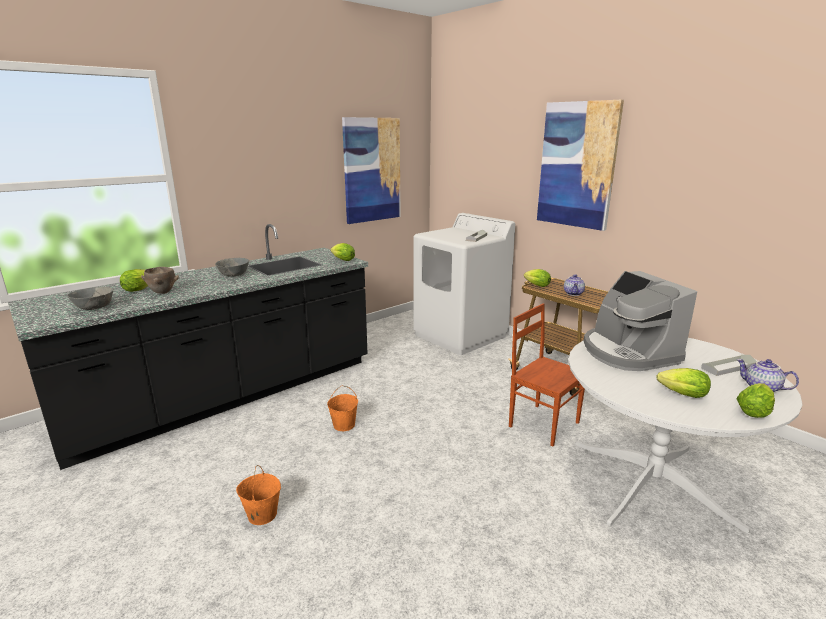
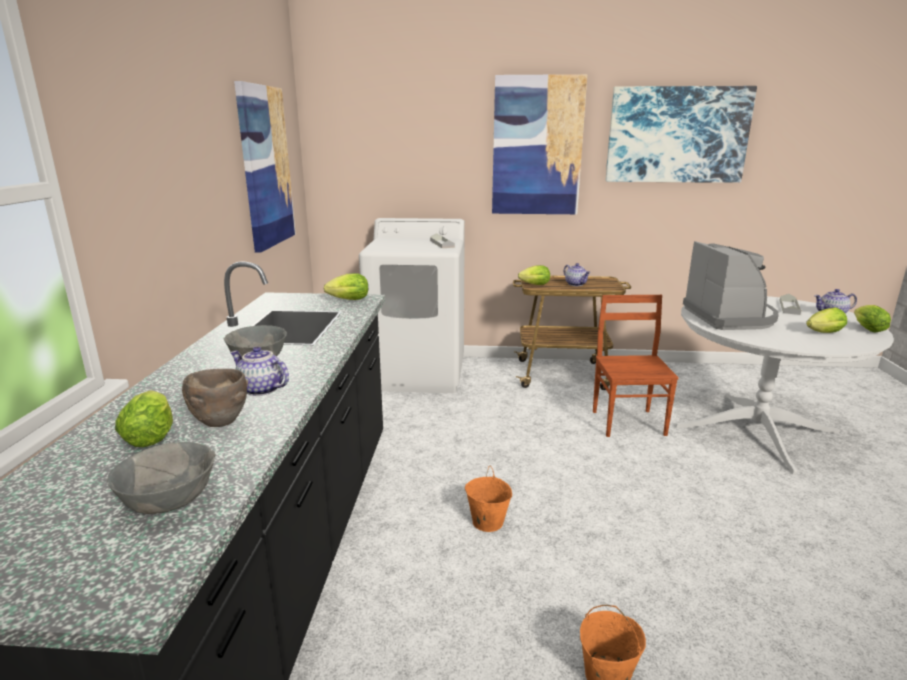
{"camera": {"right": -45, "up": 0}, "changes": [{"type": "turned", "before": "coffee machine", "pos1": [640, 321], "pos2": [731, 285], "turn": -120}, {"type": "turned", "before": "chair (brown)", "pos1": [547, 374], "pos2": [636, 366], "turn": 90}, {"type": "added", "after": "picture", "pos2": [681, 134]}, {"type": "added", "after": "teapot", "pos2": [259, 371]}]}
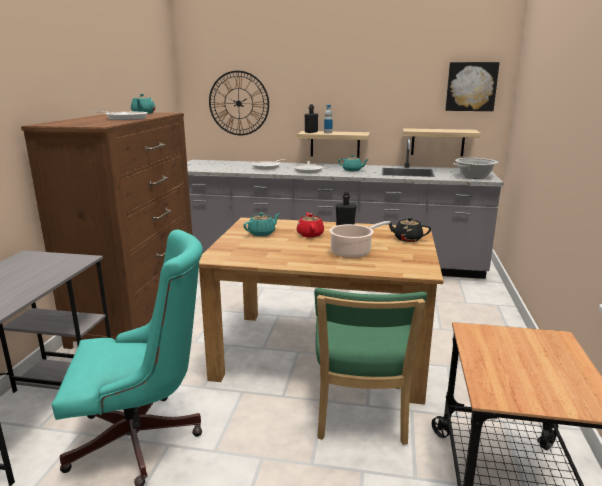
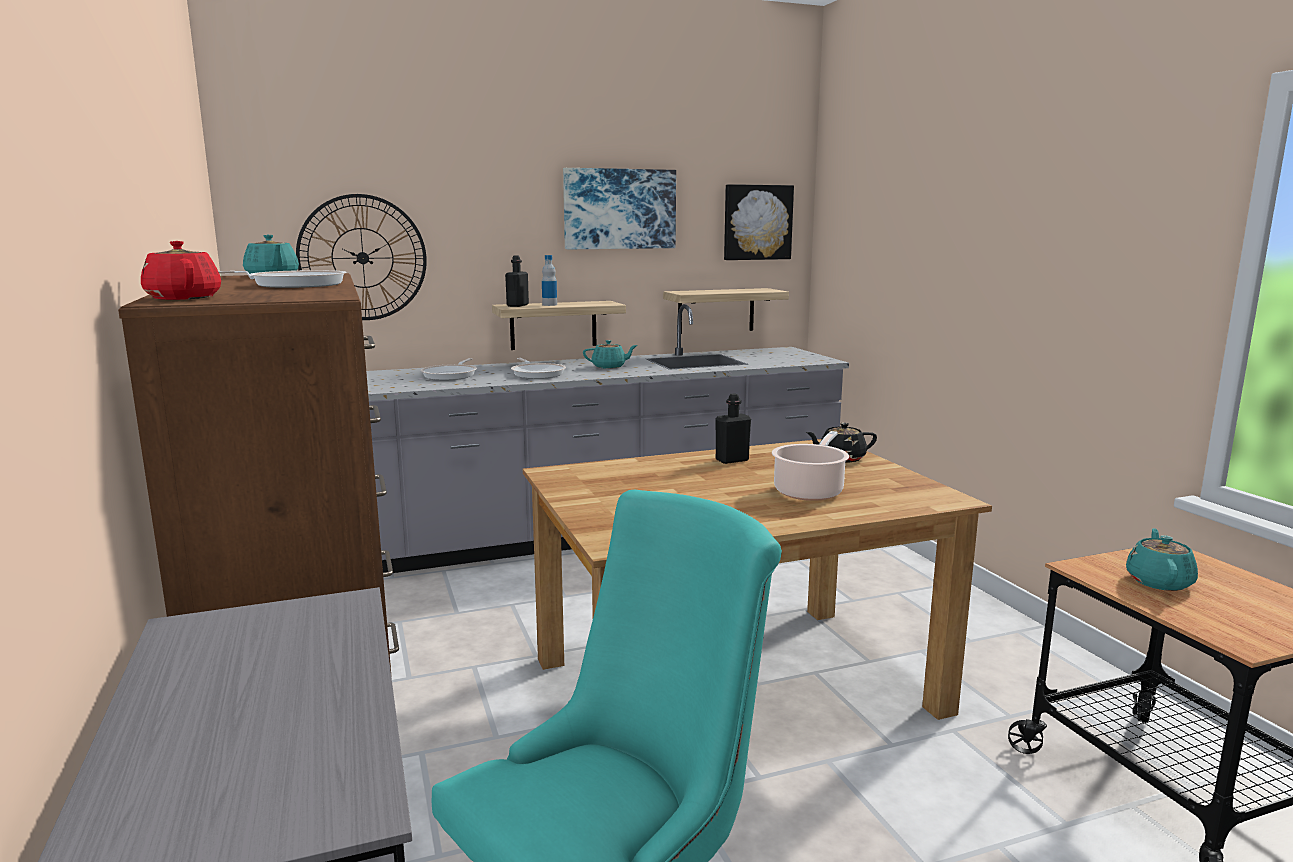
{"camera": {"right": -30, "up": -5}, "changes": [{"type": "removed", "before": "cooking pot", "pos1": [476, 168]}, {"type": "moved", "before": "teapot (red)", "pos1": [310, 225], "pos2": [181, 270]}, {"type": "moved", "before": "teapot (turquoise)", "pos1": [261, 224], "pos2": [1162, 559]}, {"type": "removed", "before": "chair (green)", "pos1": [370, 366]}, {"type": "added", "after": "picture", "pos2": [619, 208]}]}
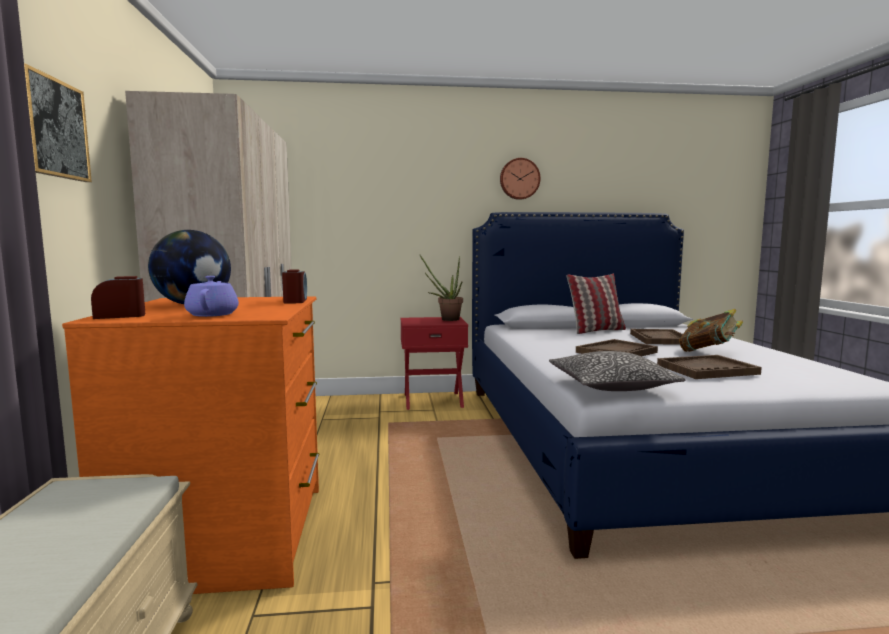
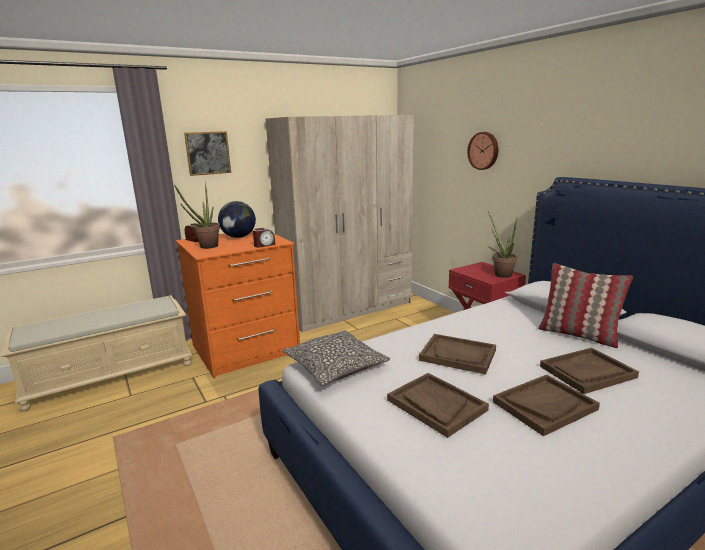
{"camera": {"right": 65, "up": 10}, "changes": [{"type": "moved", "before": "wall clock", "pos1": [520, 179], "pos2": [482, 151]}, {"type": "replaced", "before": "teapot (purple)", "after": "potted plant", "pos1": [211, 296], "pos2": [197, 215]}, {"type": "replaced", "before": "book", "after": "tray (brown)", "pos1": [711, 330], "pos2": [546, 405]}]}
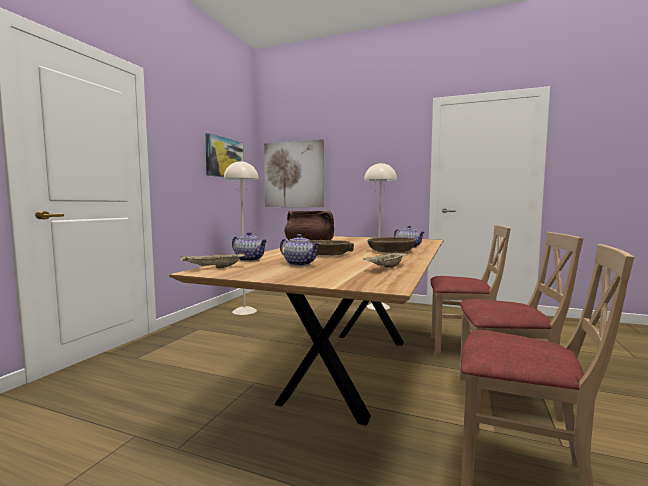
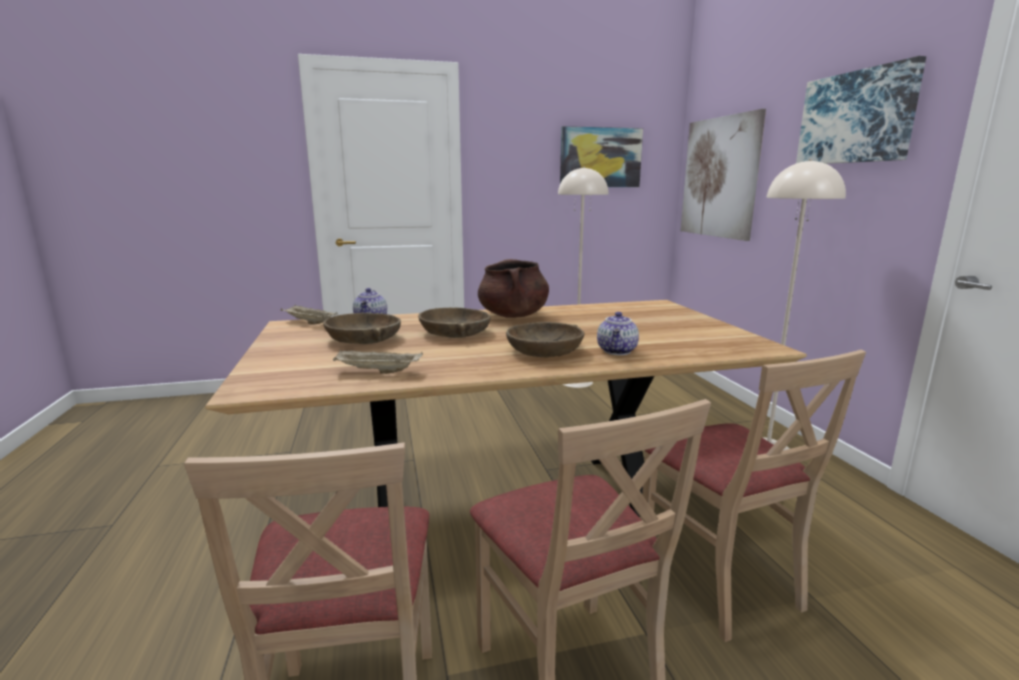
{"camera": {"right": 55, "up": 10}, "changes": [{"type": "replaced", "before": "teapot", "after": "bowl (brown)", "pos1": [300, 250], "pos2": [362, 328]}, {"type": "added", "after": "picture", "pos2": [861, 110]}]}
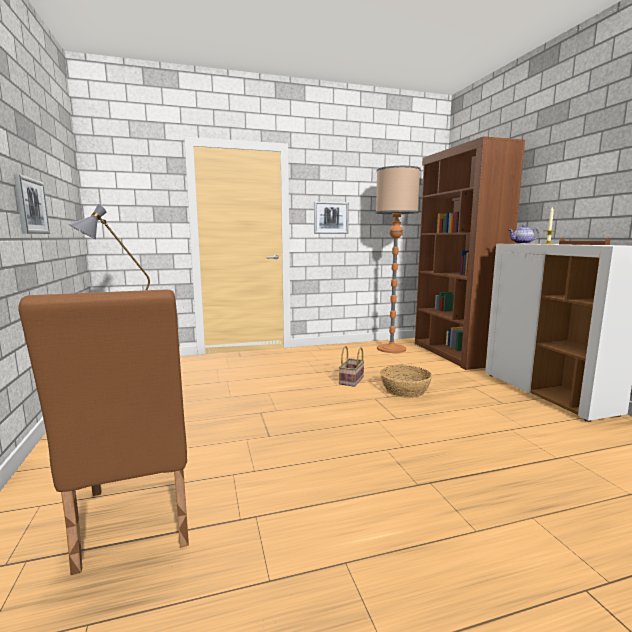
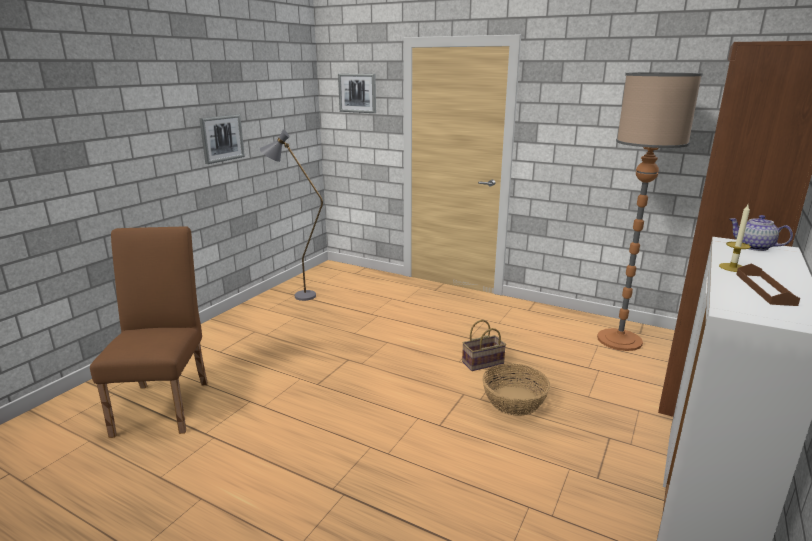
{"camera": {"right": 45, "up": 10}, "changes": [{"type": "moved", "before": "picture", "pos1": [331, 218], "pos2": [357, 93]}, {"type": "turned", "before": "chair (brown)", "pos1": [103, 432], "pos2": [149, 332], "turn": 150}]}
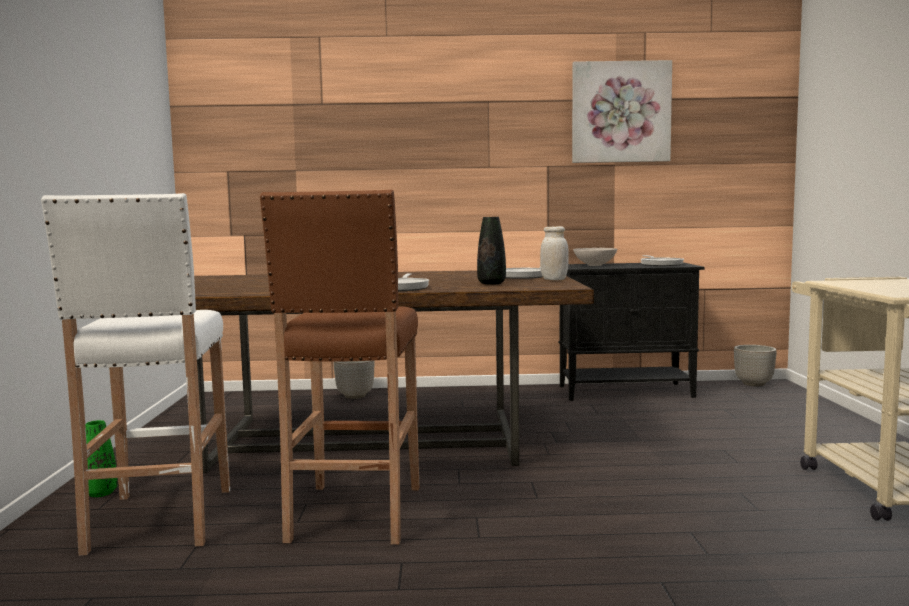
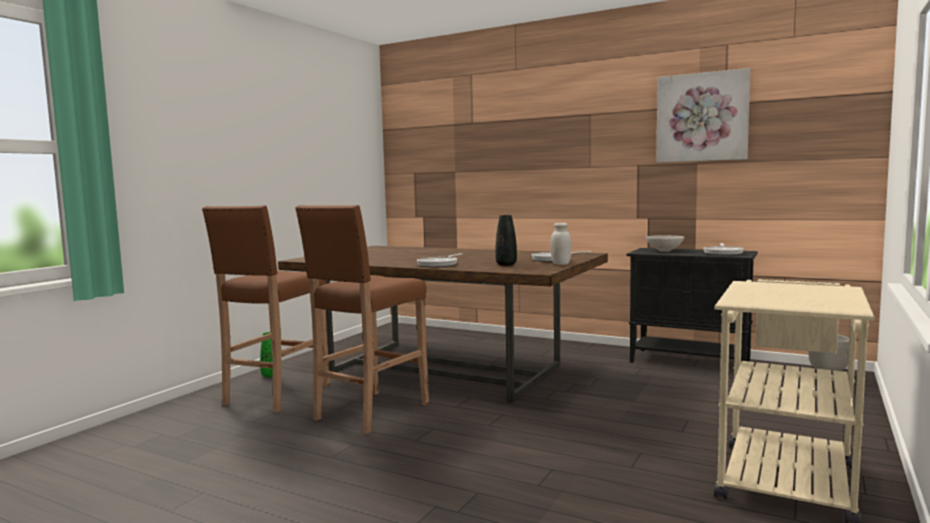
{"camera": {"right": 30, "up": 0}, "changes": [{"type": "recoloured", "before": "stool (white)", "after": "stool (brown)", "pos1": [135, 374], "pos2": [266, 309]}, {"type": "removed", "before": "planter", "pos1": [353, 379]}]}
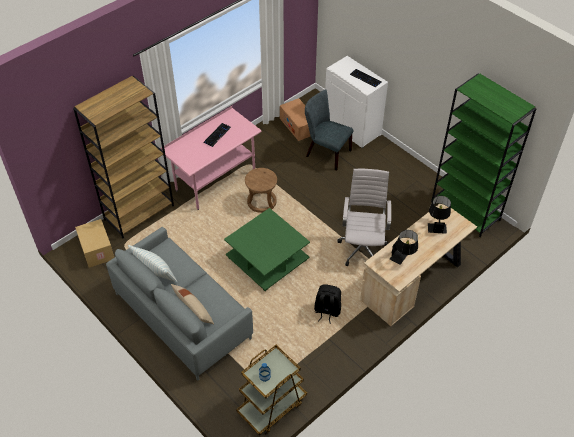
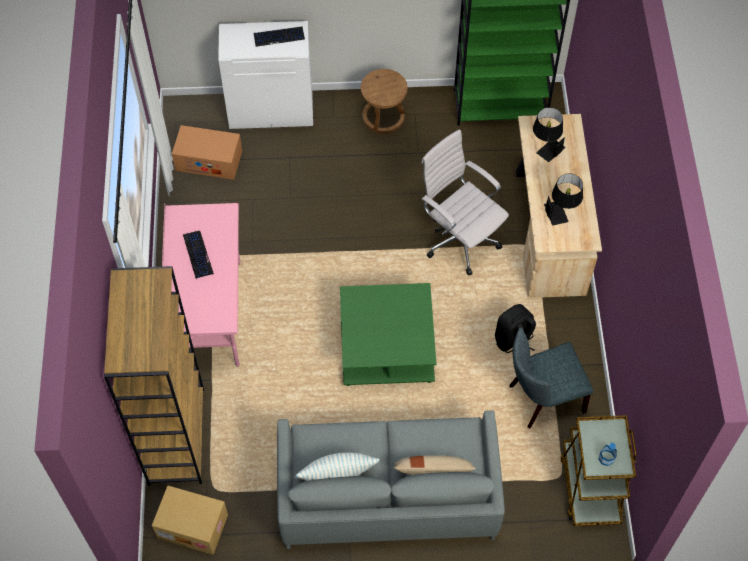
{"camera": {"right": -50, "up": 10}, "changes": [{"type": "moved", "before": "chair (grey)", "pos1": [329, 130], "pos2": [551, 378]}, {"type": "moved", "before": "stool (brown)", "pos1": [261, 190], "pos2": [384, 101]}]}
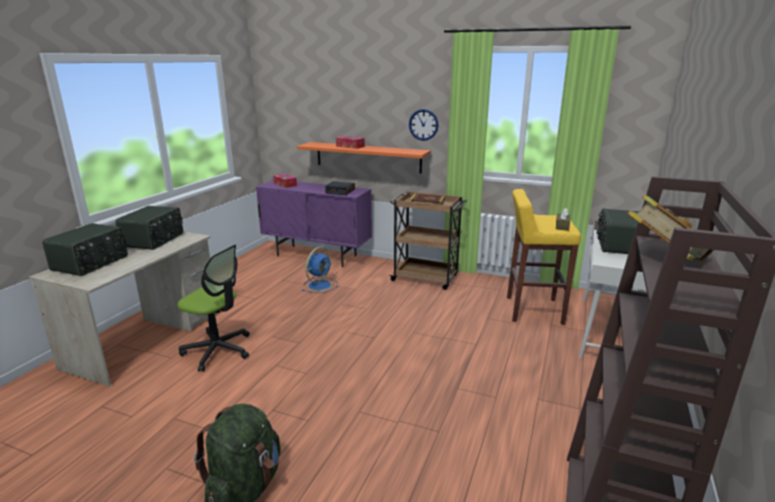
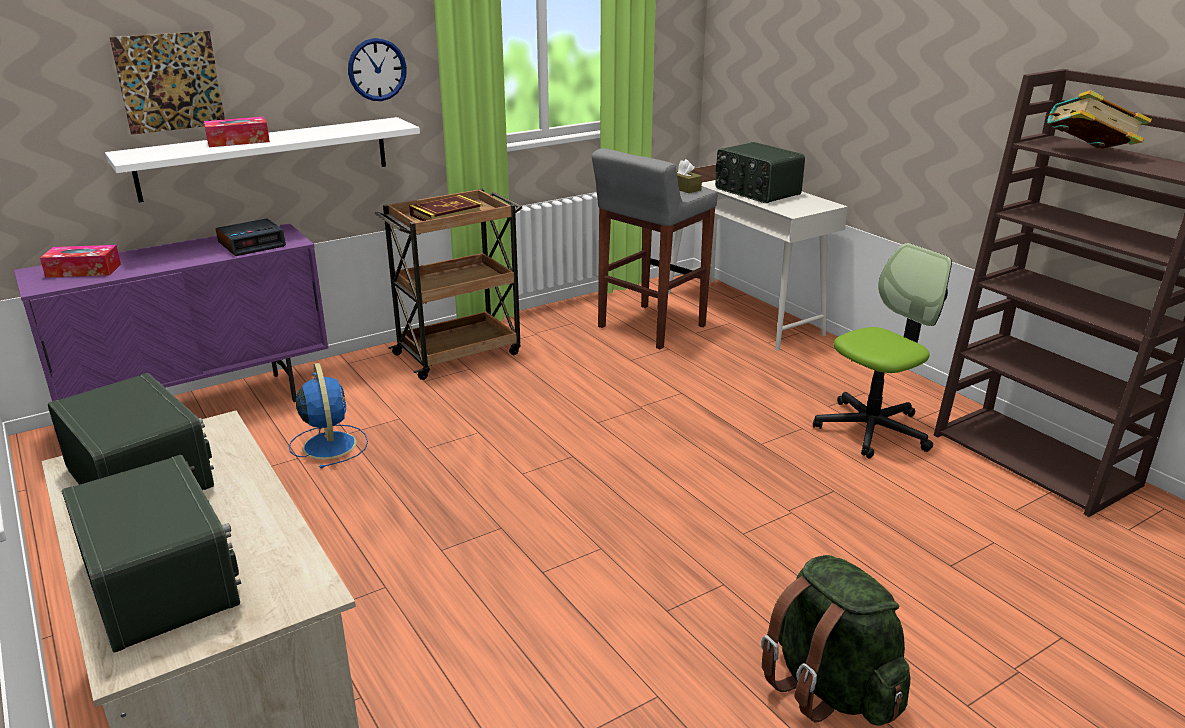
{"camera": {"right": -55, "up": 5}, "changes": [{"type": "recoloured", "before": "shelf (orange)", "after": "shelf (white)", "pos1": [364, 158], "pos2": [262, 160]}, {"type": "recoloured", "before": "stool (yellow)", "after": "stool (grey)", "pos1": [544, 257], "pos2": [654, 248]}, {"type": "moved", "before": "office chair", "pos1": [213, 308], "pos2": [882, 351]}, {"type": "added", "after": "picture", "pos2": [167, 83]}]}
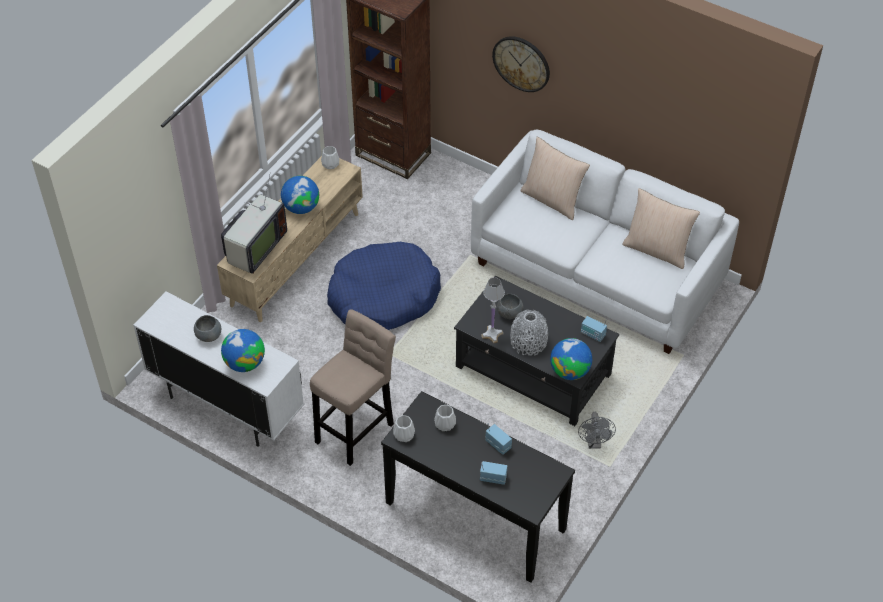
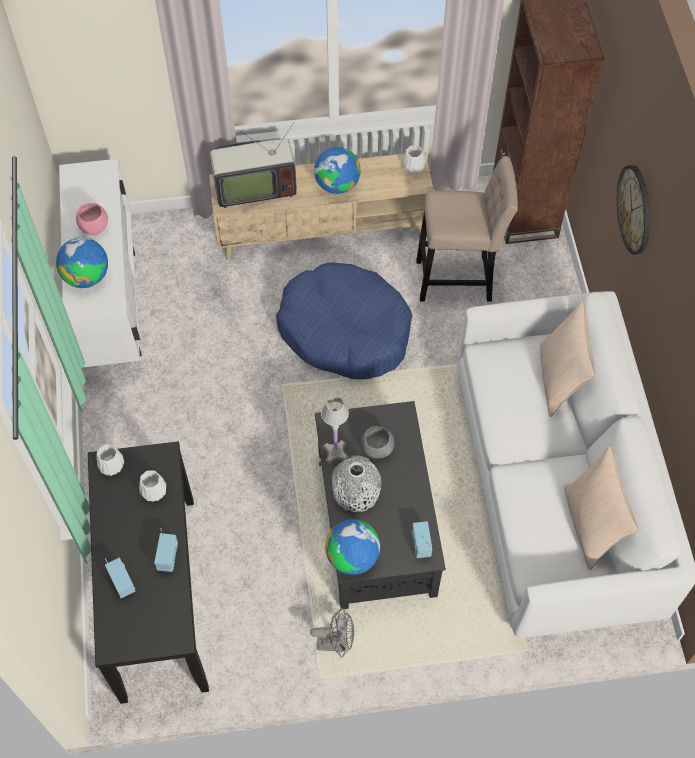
{"camera": {"right": 50, "up": 10}, "changes": [{"type": "moved", "before": "stool (beige)", "pos1": [353, 387], "pos2": [467, 229]}, {"type": "recoloured", "before": "bowl (grey)", "after": "bowl (pink)", "pos1": [207, 328], "pos2": [92, 219]}, {"type": "turned", "before": "fan (grey)", "pos1": [597, 430], "pos2": [332, 632], "turn": -135}]}
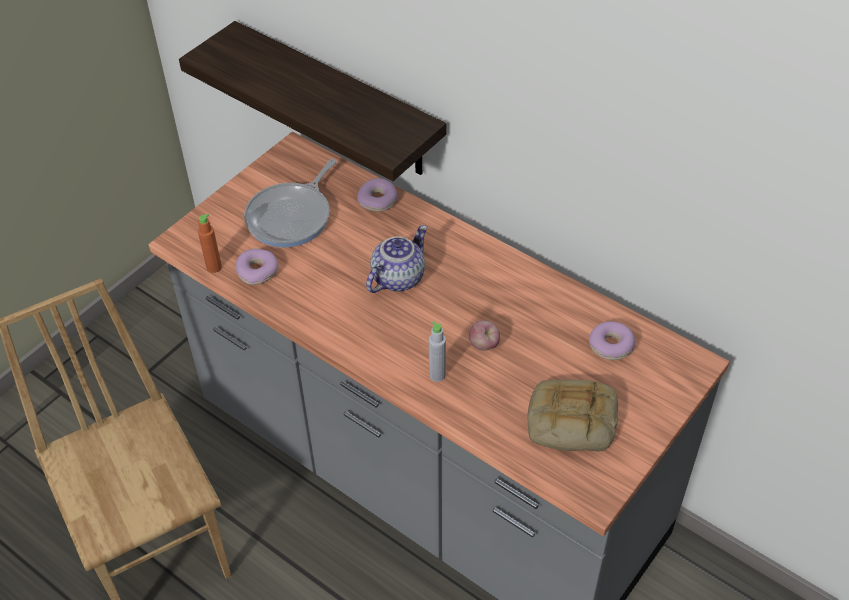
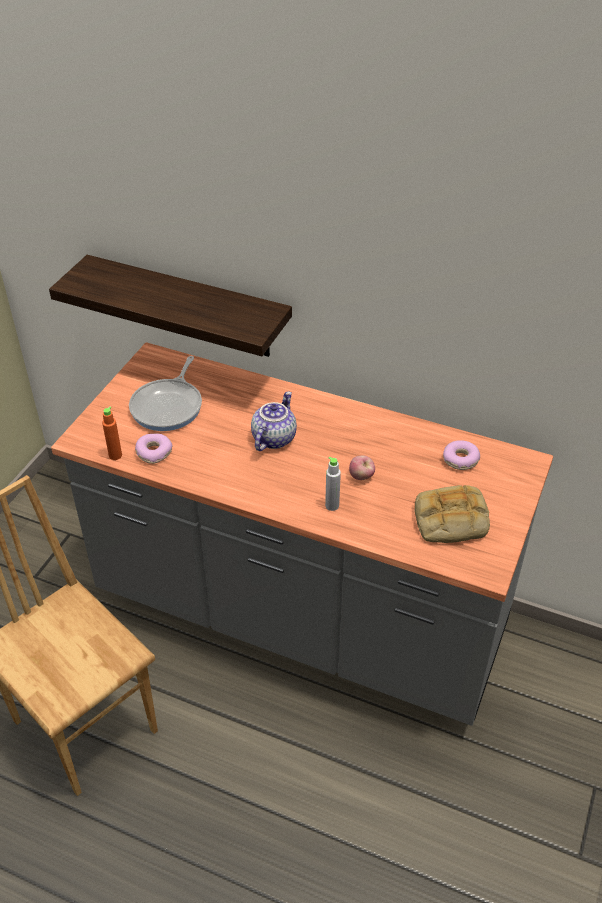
{"camera": {"right": -15, "up": -5}, "changes": [{"type": "removed", "before": "donut", "pos1": [377, 195]}]}
